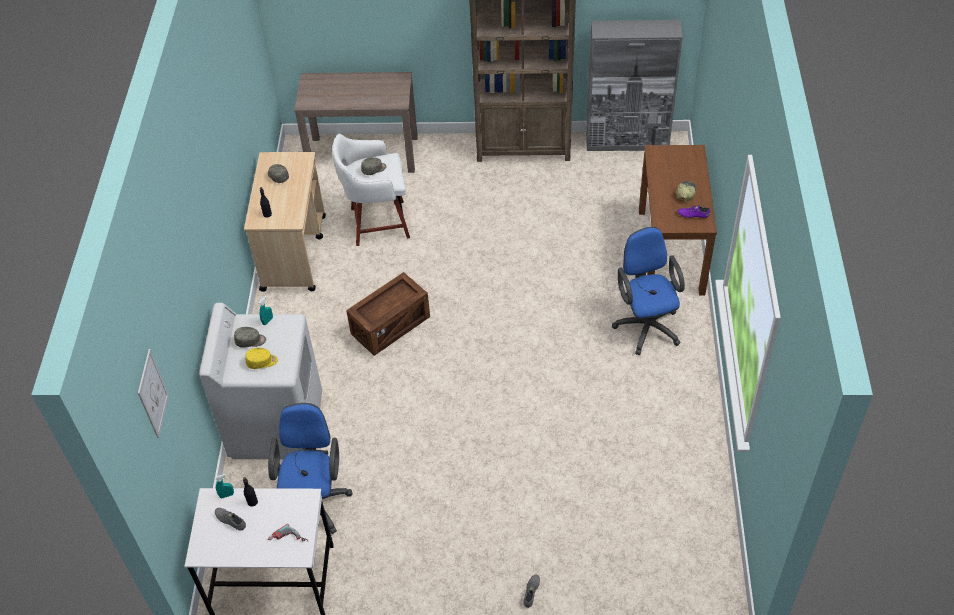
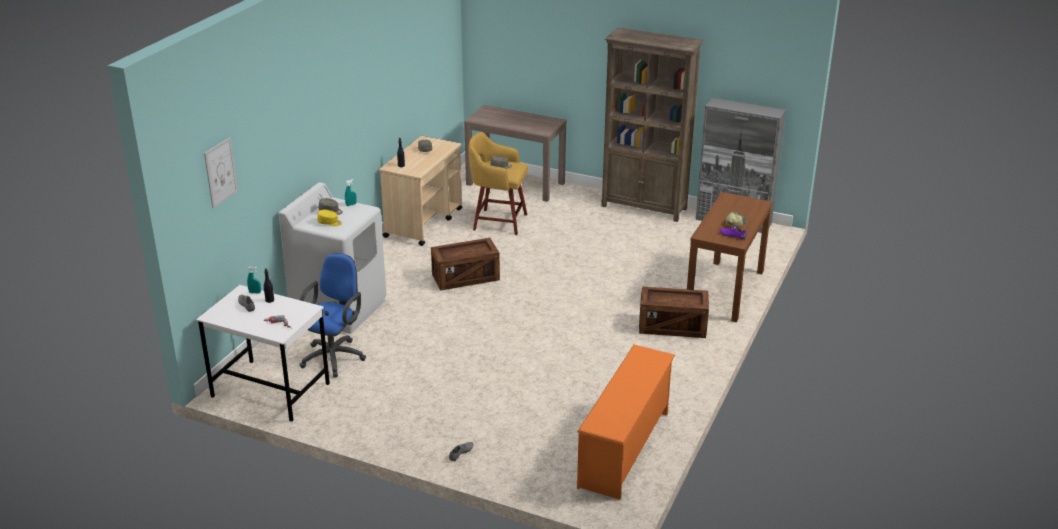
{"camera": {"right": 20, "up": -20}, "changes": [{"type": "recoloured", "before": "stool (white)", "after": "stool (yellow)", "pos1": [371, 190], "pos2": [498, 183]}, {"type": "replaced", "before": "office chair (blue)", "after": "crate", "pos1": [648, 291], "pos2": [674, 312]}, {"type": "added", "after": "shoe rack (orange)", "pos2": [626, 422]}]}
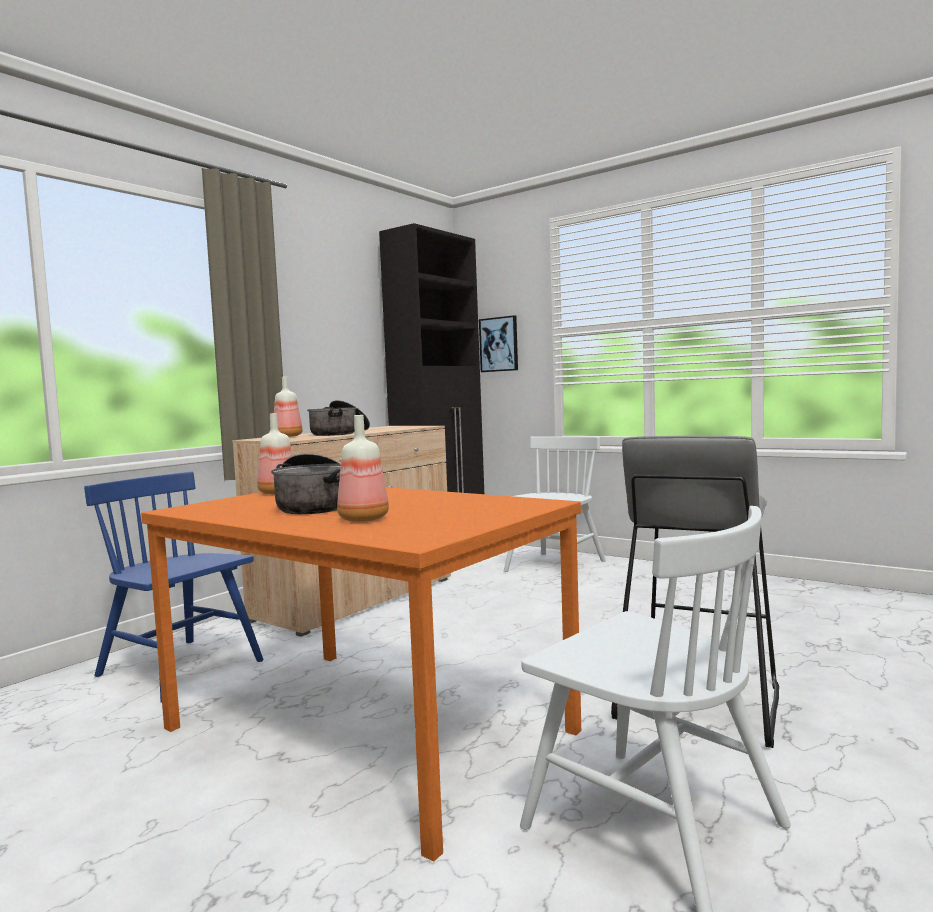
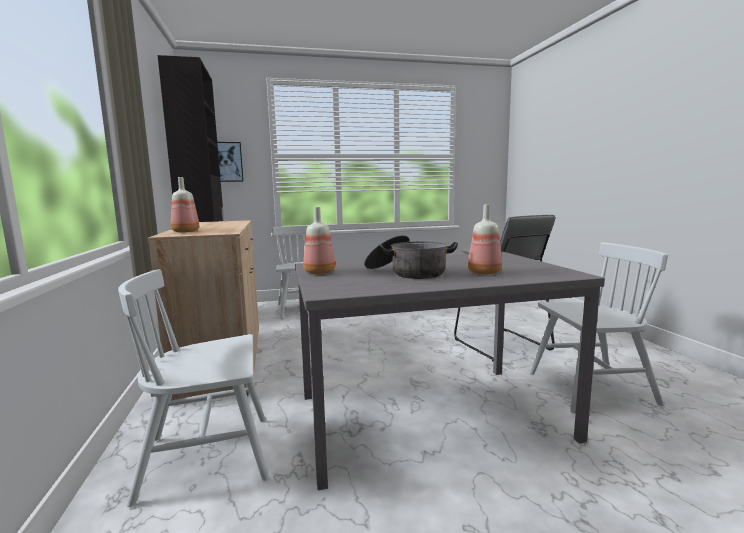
{"camera": {"right": -50, "up": 5}, "changes": [{"type": "removed", "before": "cooking pot", "pos1": [339, 418]}, {"type": "recoloured", "before": "chair (blue)", "after": "chair (white)", "pos1": [174, 587], "pos2": [193, 388]}, {"type": "recoloured", "before": "dining table (orange)", "after": "dining table (grey)", "pos1": [361, 674], "pos2": [450, 371]}]}
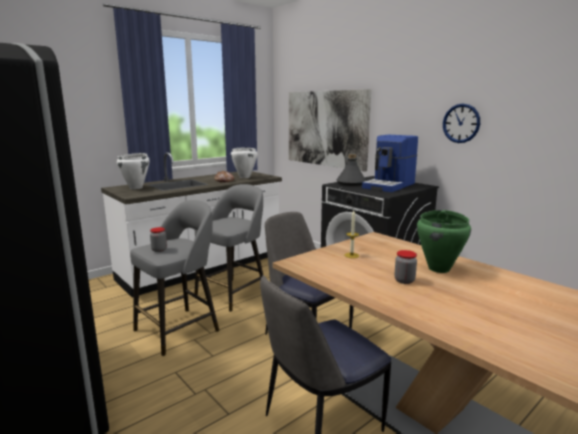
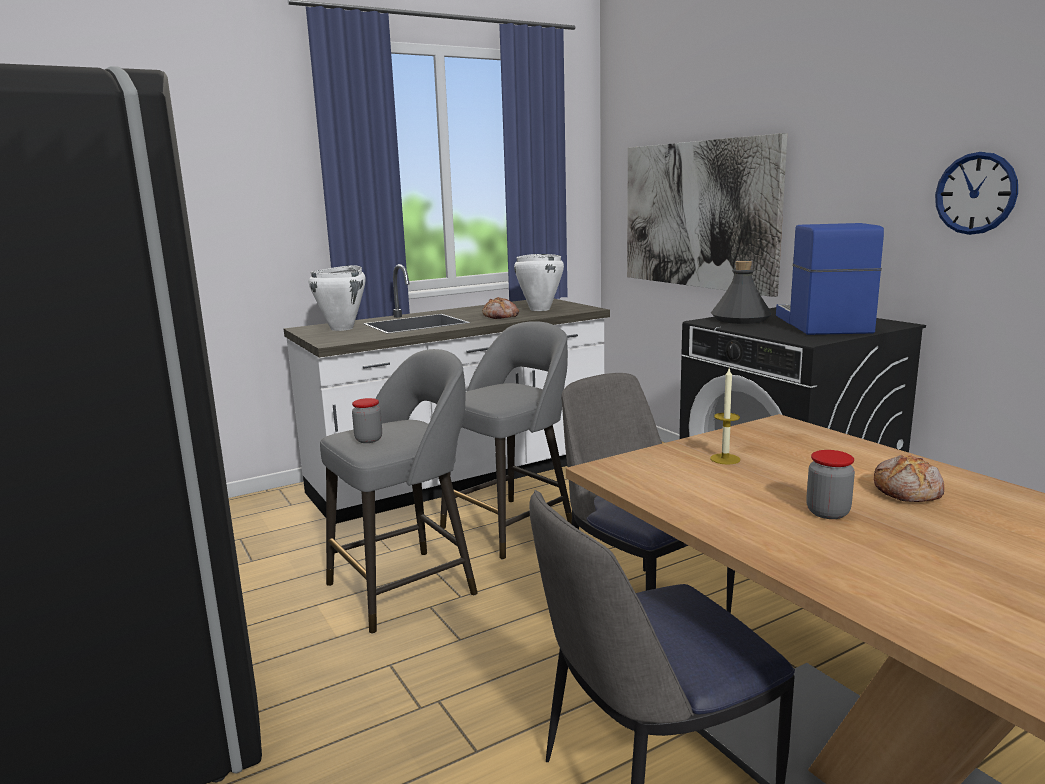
{"camera": {"right": 10, "up": 0}, "changes": [{"type": "turned", "before": "coffee machine", "pos1": [390, 163], "pos2": [830, 279], "turn": 135}, {"type": "replaced", "before": "cooking pot (green)", "after": "bread", "pos1": [444, 241], "pos2": [909, 478]}]}
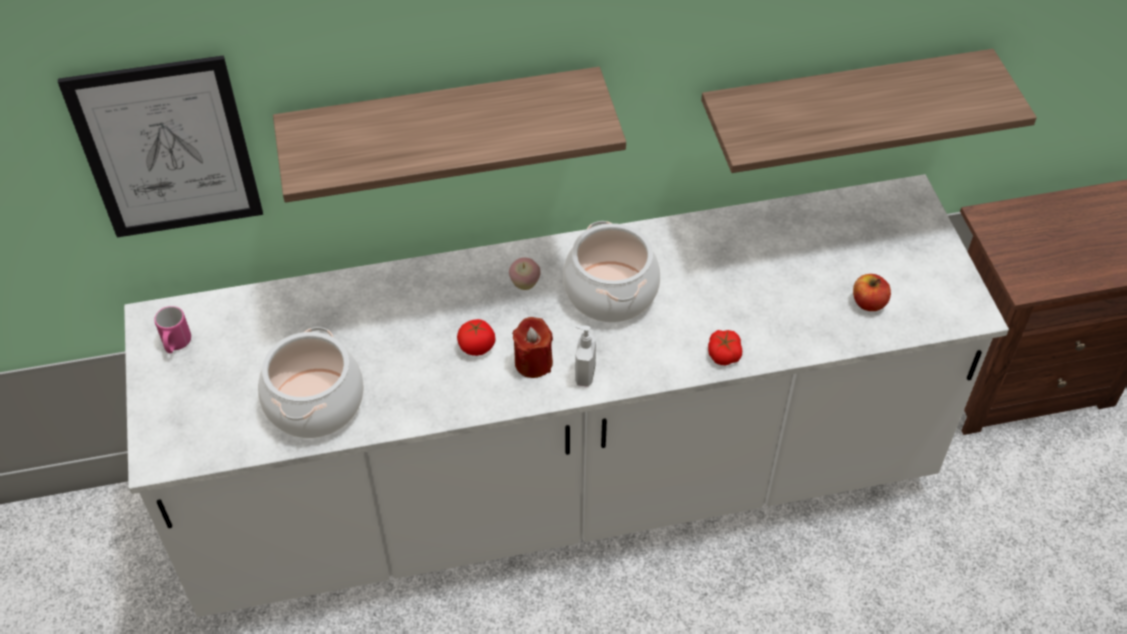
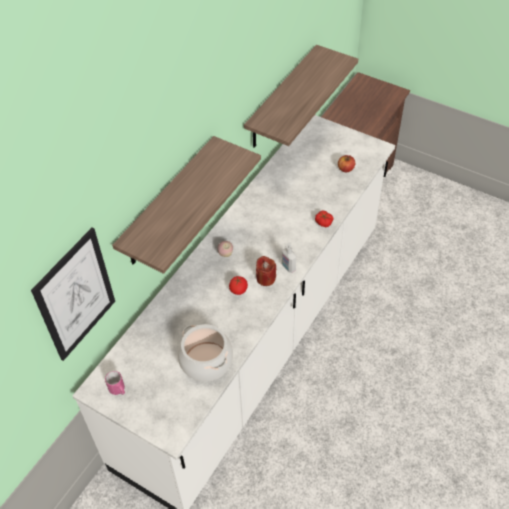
{"camera": {"right": -45, "up": 0}, "changes": [{"type": "removed", "before": "cooking pot", "pos1": [611, 272]}]}
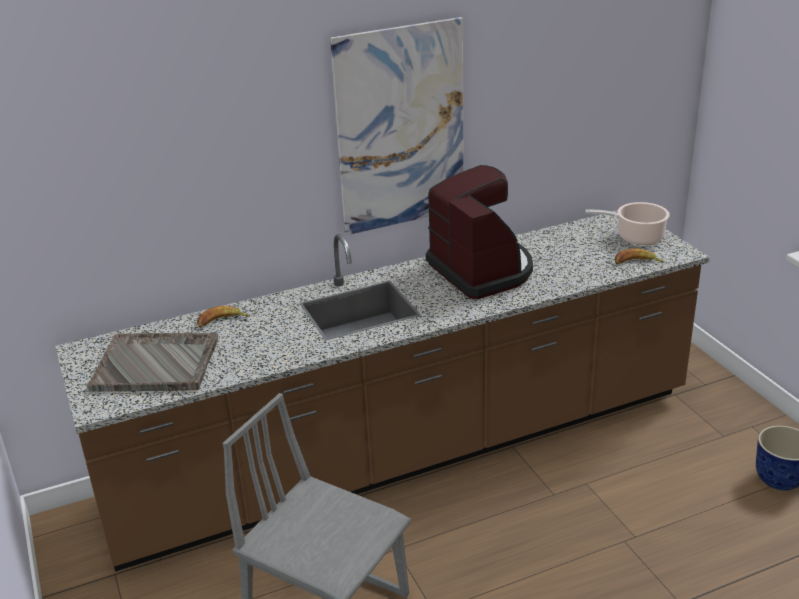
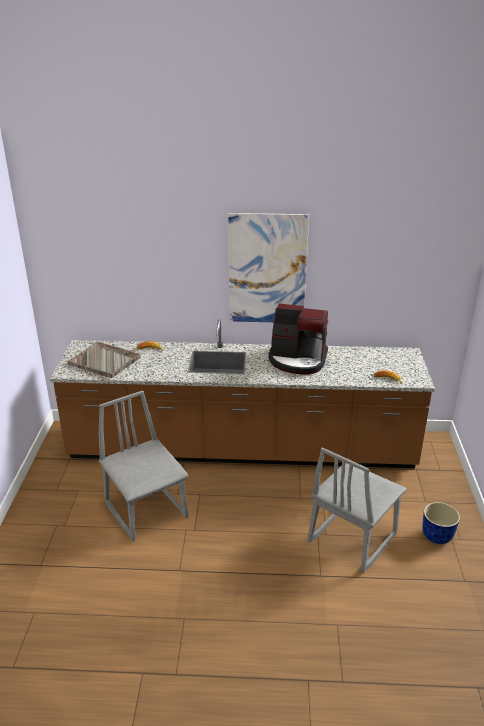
{"camera": {"right": 25, "up": 0}, "changes": [{"type": "turned", "before": "coffee machine", "pos1": [479, 232], "pos2": [298, 339], "turn": 105}, {"type": "removed", "before": "cooking pot", "pos1": [627, 223]}, {"type": "added", "after": "chair (grey)", "pos2": [357, 510]}]}
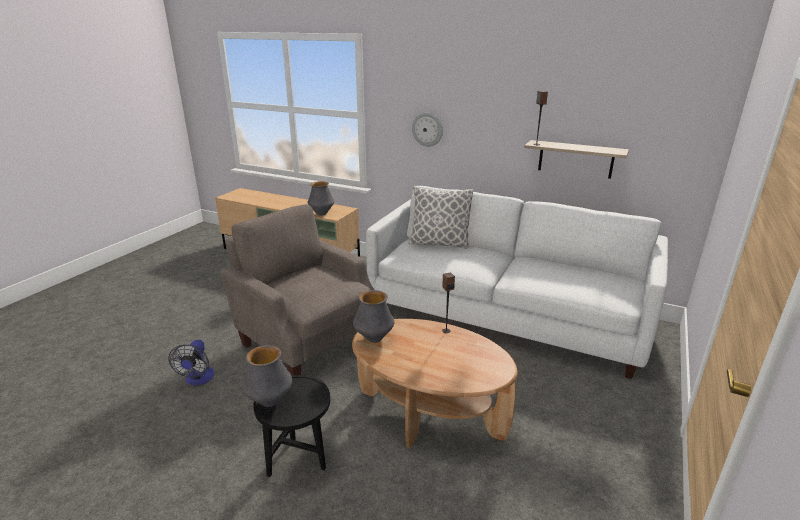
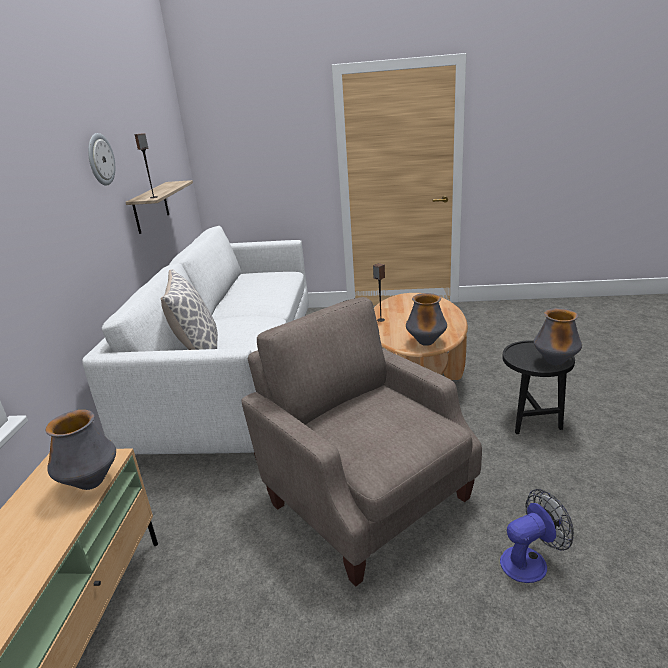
{"camera": {"right": -110, "up": 0}, "changes": [{"type": "moved", "before": "wall clock", "pos1": [427, 130], "pos2": [101, 159]}, {"type": "turned", "before": "armchair (beige)", "pos1": [297, 290], "pos2": [361, 441], "turn": 120}]}
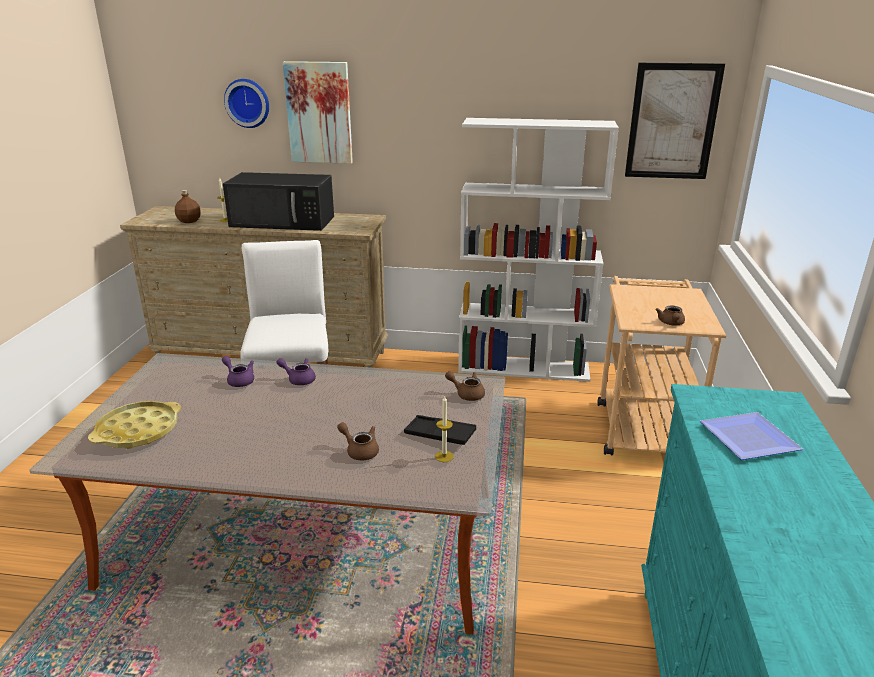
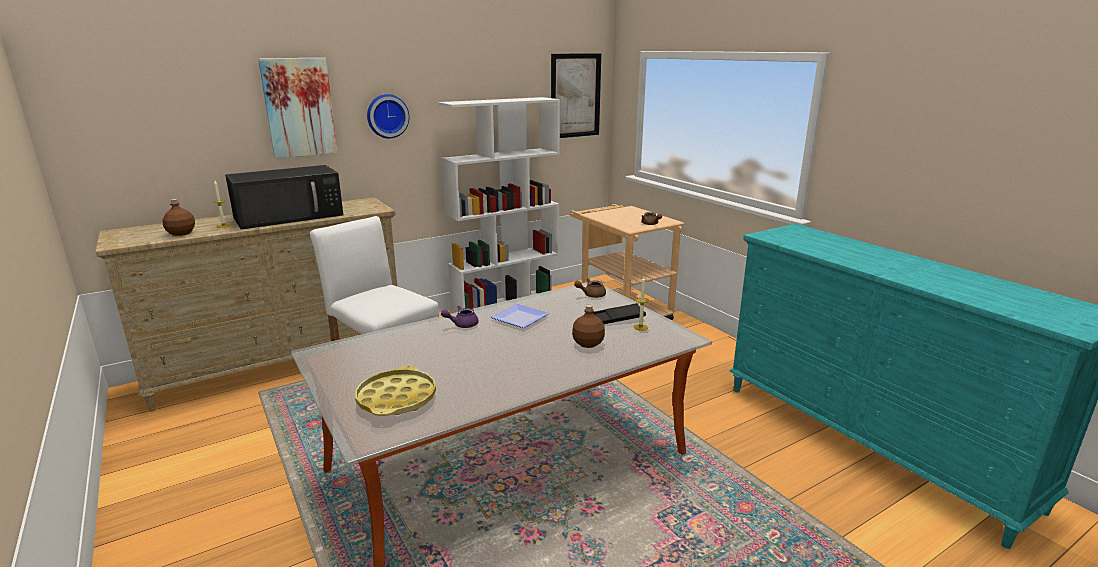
{"camera": {"right": -40, "up": -5}, "changes": [{"type": "moved", "before": "wall clock", "pos1": [246, 103], "pos2": [388, 116]}, {"type": "removed", "before": "teapot (purple)", "pos1": [238, 371]}, {"type": "moved", "before": "plate", "pos1": [751, 436], "pos2": [520, 316]}, {"type": "replaced", "before": "teapot (brown)", "after": "bottle (brown)", "pos1": [358, 441], "pos2": [588, 326]}]}
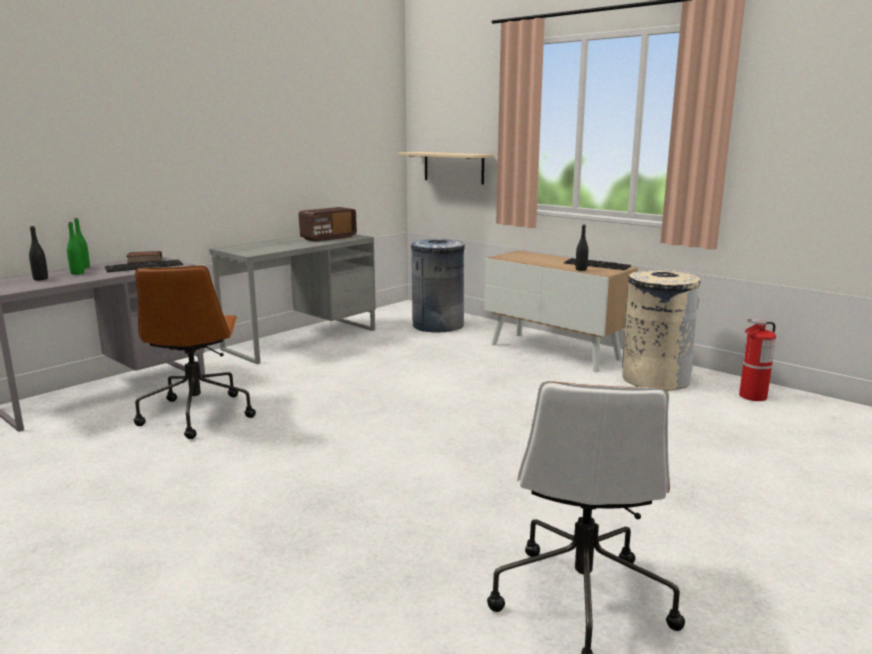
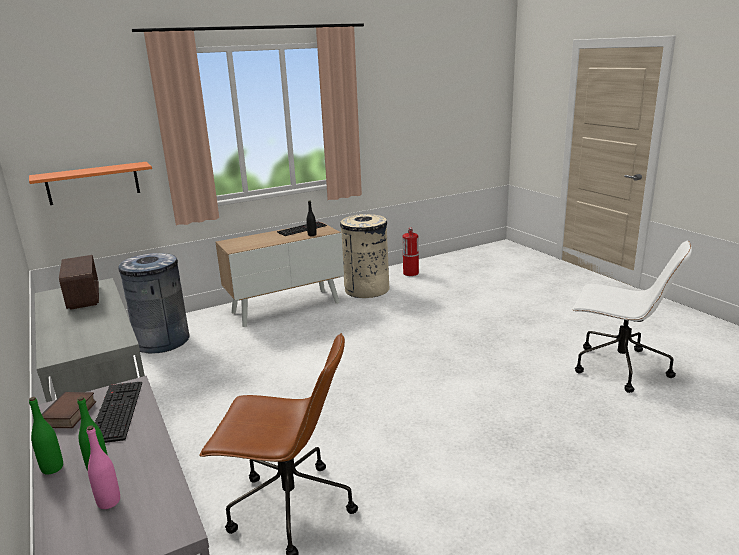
{"camera": {"right": -70, "up": 5}, "changes": [{"type": "recoloured", "before": "shelf (beige)", "after": "shelf (orange)", "pos1": [445, 168], "pos2": [90, 183]}, {"type": "recoloured", "before": "bottle (black)", "after": "bottle (pink)", "pos1": [38, 253], "pos2": [103, 467]}]}
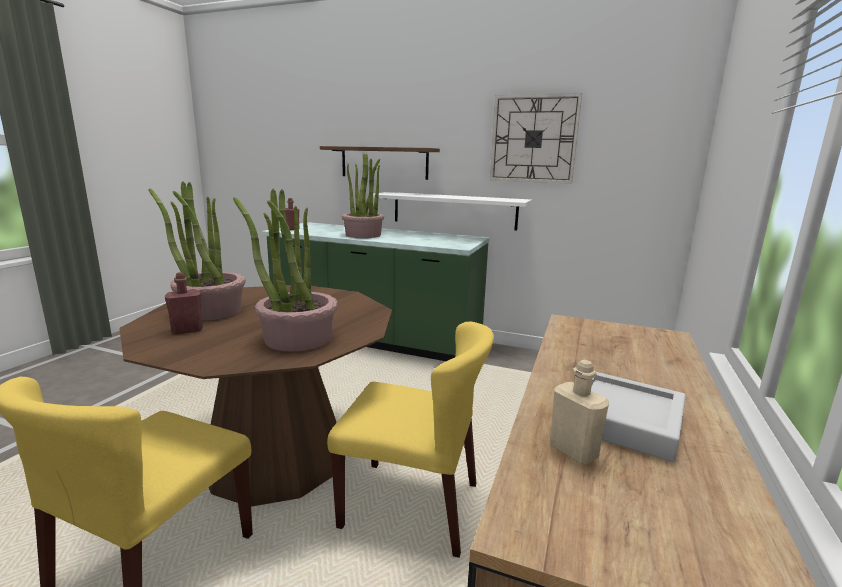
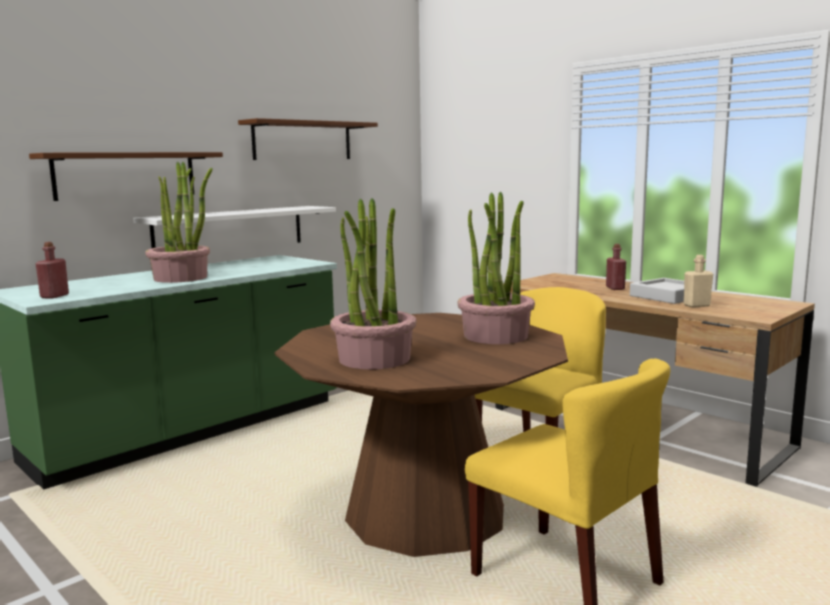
{"camera": {"right": -65, "up": -5}, "changes": [{"type": "replaced", "before": "wall clock", "after": "shelf (brown)", "pos1": [536, 138], "pos2": [308, 139]}, {"type": "moved", "before": "bottle (red)", "pos1": [184, 303], "pos2": [616, 267]}]}
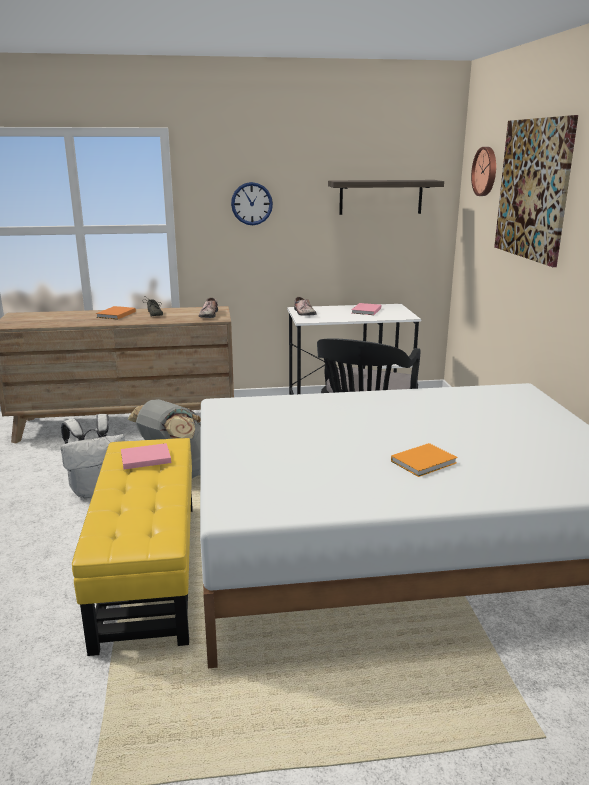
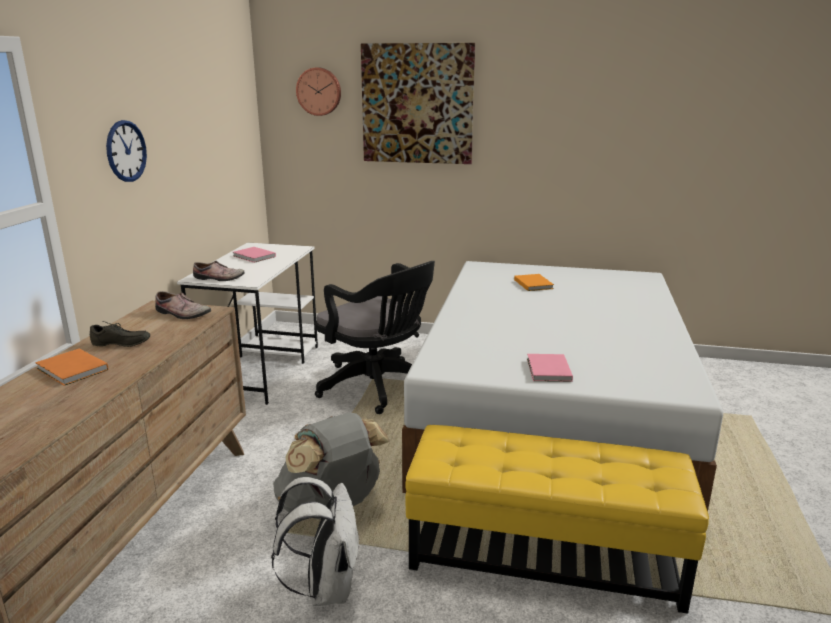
{"camera": {"right": -70, "up": 0}, "changes": [{"type": "removed", "before": "shelf", "pos1": [386, 197]}, {"type": "moved", "before": "book (pink)", "pos1": [146, 456], "pos2": [550, 368]}, {"type": "moved", "before": "book (orange)", "pos1": [424, 460], "pos2": [534, 282]}]}
